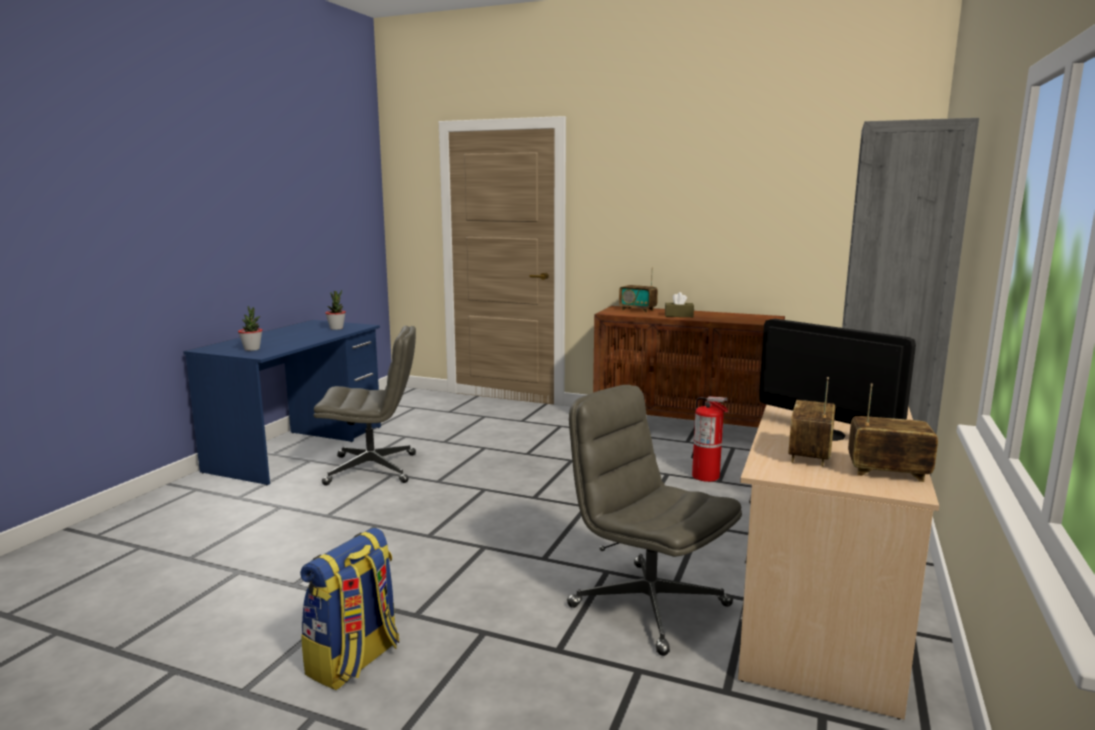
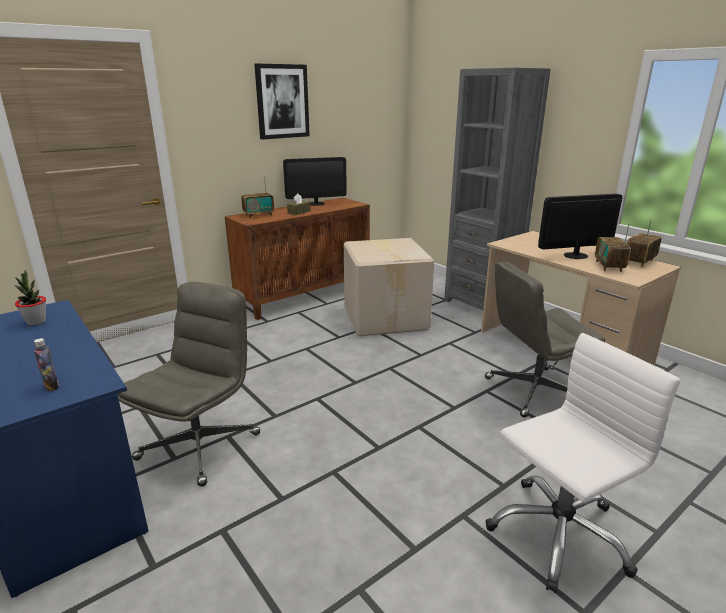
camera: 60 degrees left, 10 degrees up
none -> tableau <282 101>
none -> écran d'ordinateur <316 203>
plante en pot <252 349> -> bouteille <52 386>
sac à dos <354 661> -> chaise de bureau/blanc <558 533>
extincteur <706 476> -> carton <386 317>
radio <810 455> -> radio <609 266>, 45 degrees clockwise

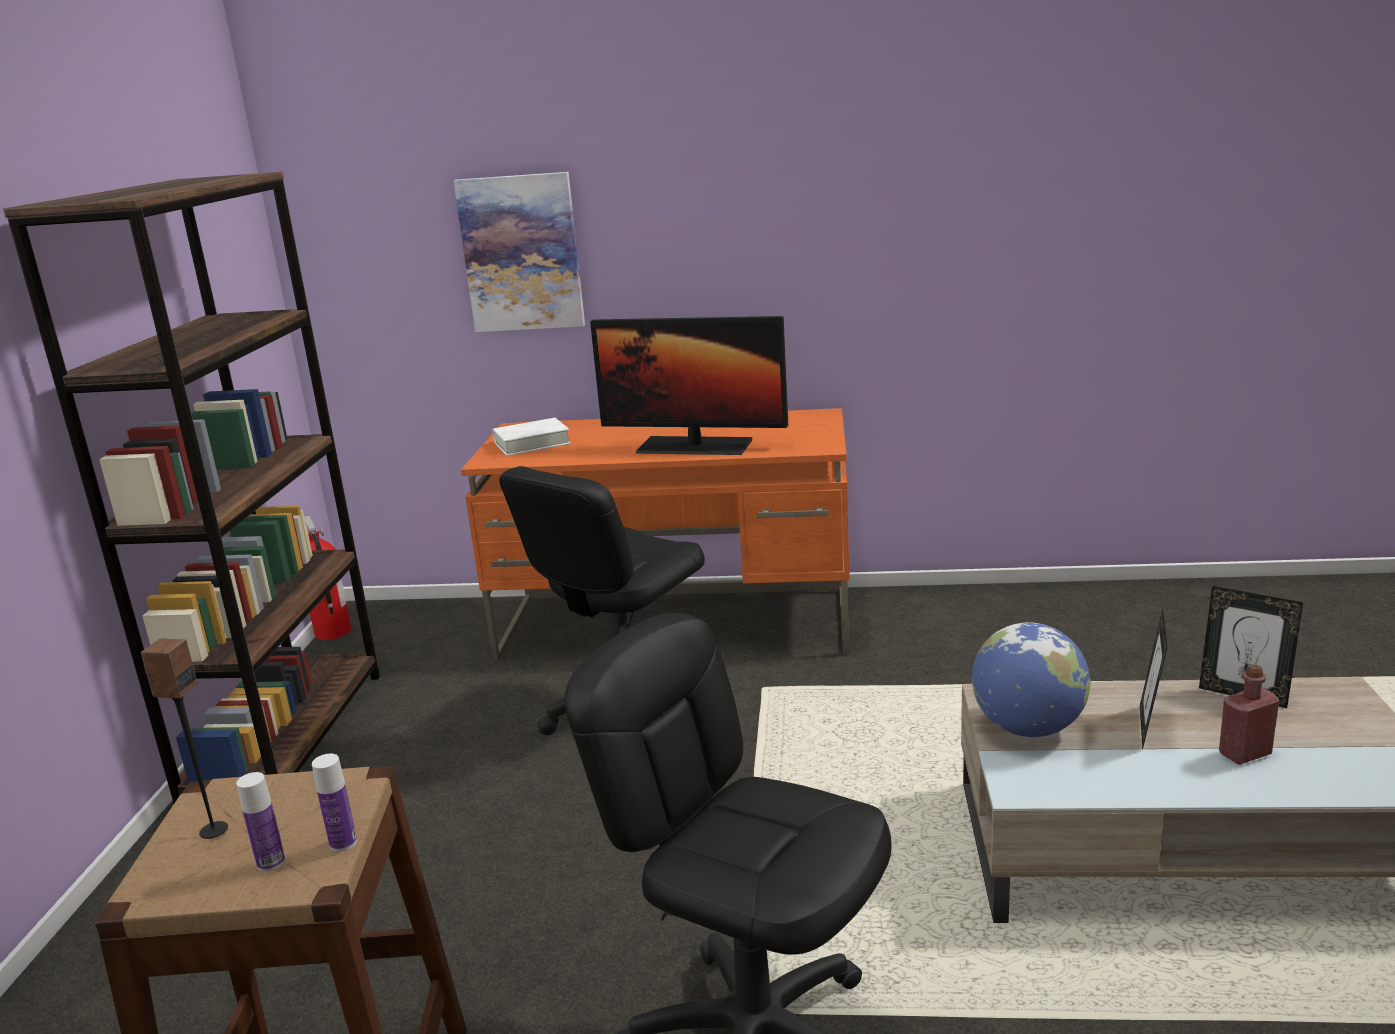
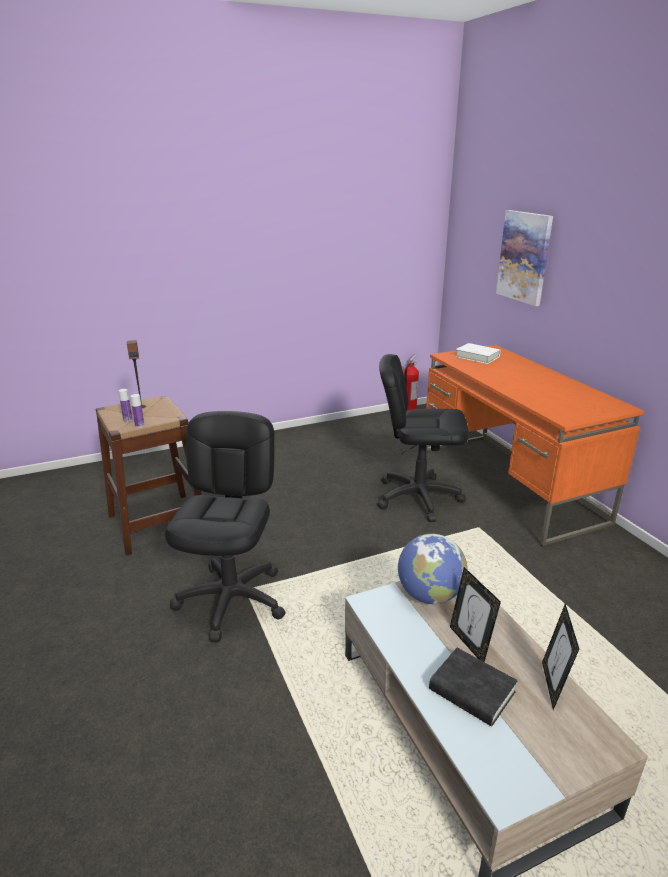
camera: 60 degrees right, 5 degrees up
bibliothèque/marron <288 738> -> none
écran d'ordinateur <694 446> -> none
bouteille/rouge <1244 754> -> livre/noir <471 691>
cadre photo <1148 727> -> cadre photo <469 643>, 105 degrees counterclockwise

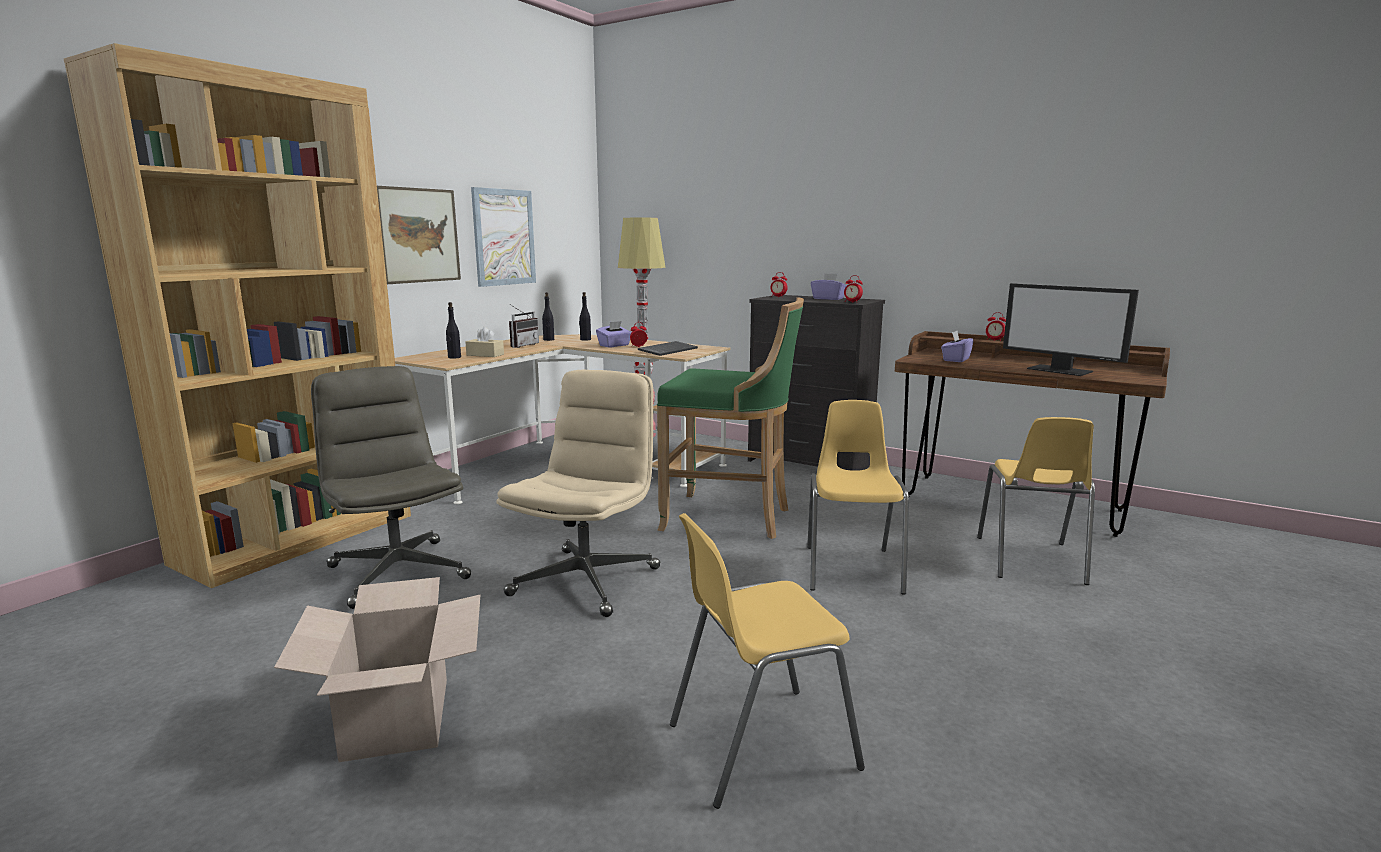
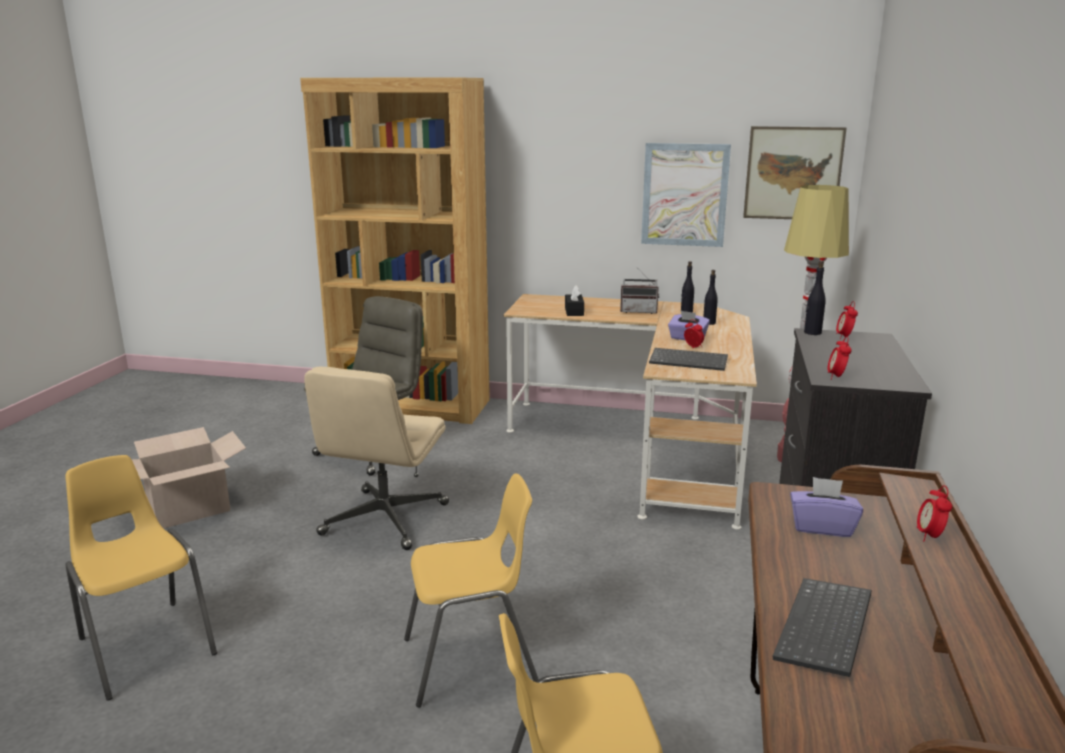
camera: 70 degrees right, 5 degrees up
tabouret/vert <730 518> -> none
boîte à mouchoirs/violet <828 299> -> none
tableau <419 235> -> tableau <793 173>, shifted
bouteille/noir <454 357> -> bouteille/noir <812 332>, shifted
écran d'ordinateur <1060 370> -> clavier <826 630>
boîte à mouchoirs/beige <485 355> -> boîte à mouchoirs/noir <574 311>
chaise de bureau/beige <586 580> -> chaise de bureau/beige <384 520>, 105 degrees clockwise

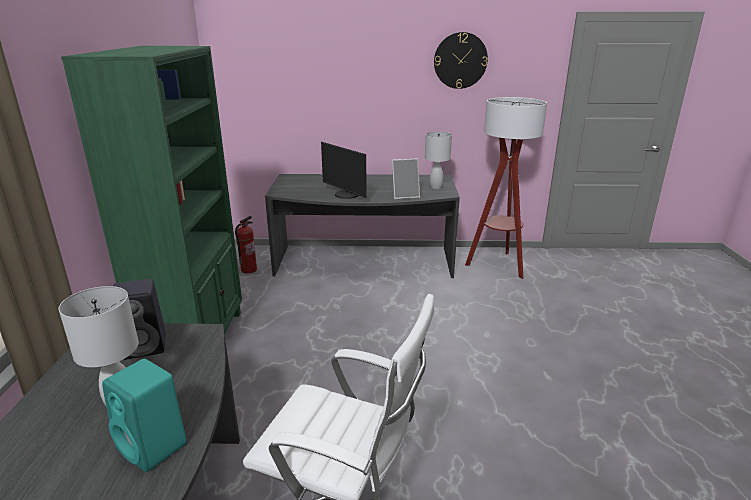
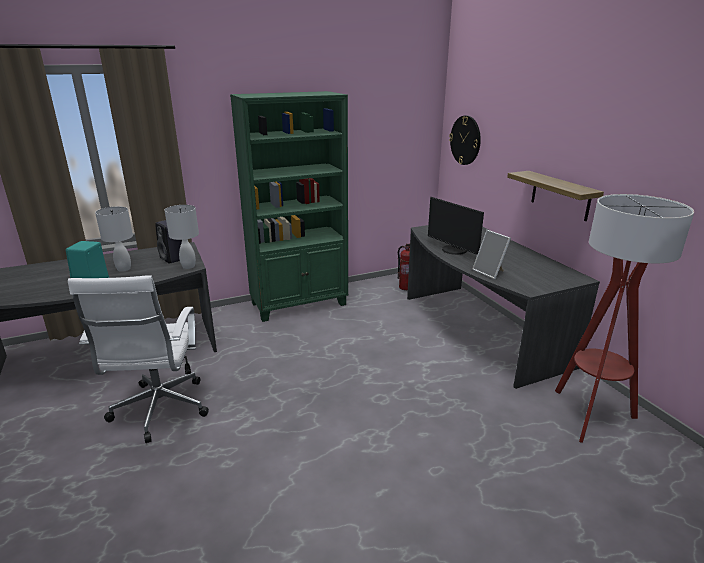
camera: 65 degrees right, 0 degrees up
none -> étagère <560 195>
lampe de table/blanc <435 187> -> lampe de table/blanc <189 266>, shifted
horloge murale <460 60> -> horloge murale <465 140>, shifted
écran d'ordinateur <346 195> -> écran d'ordinateur <453 250>, 60 degrees counterclockwise

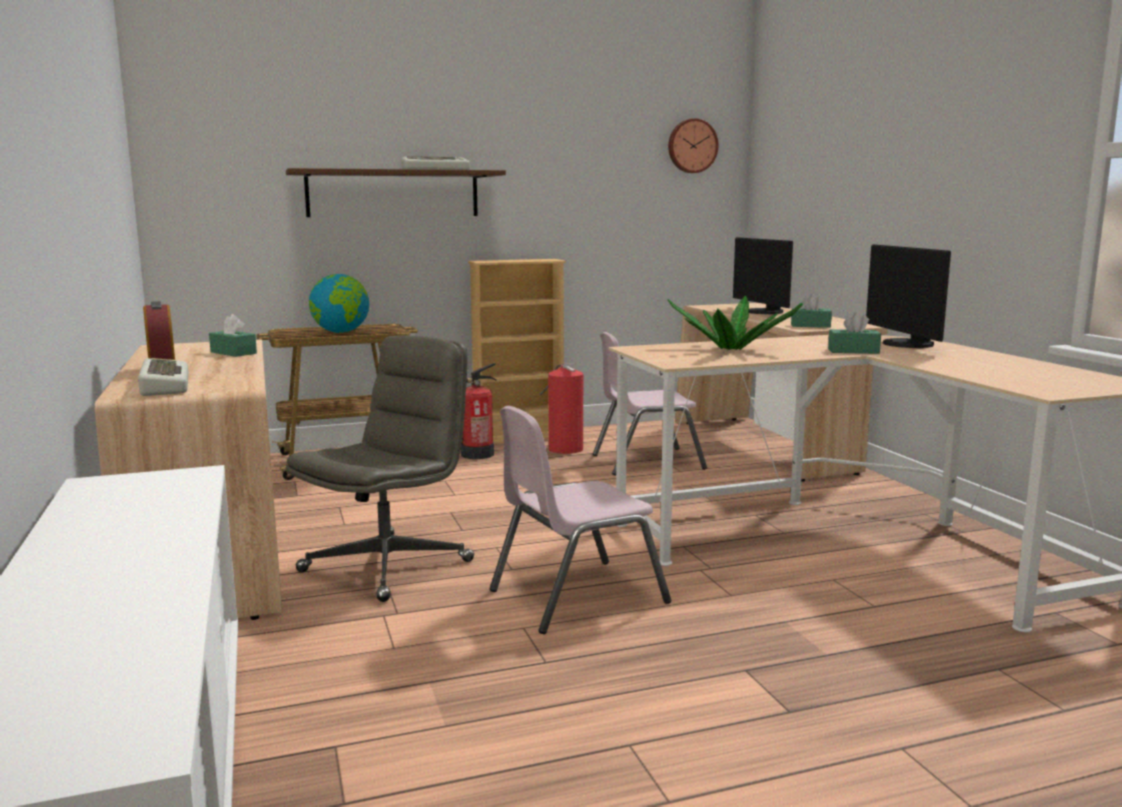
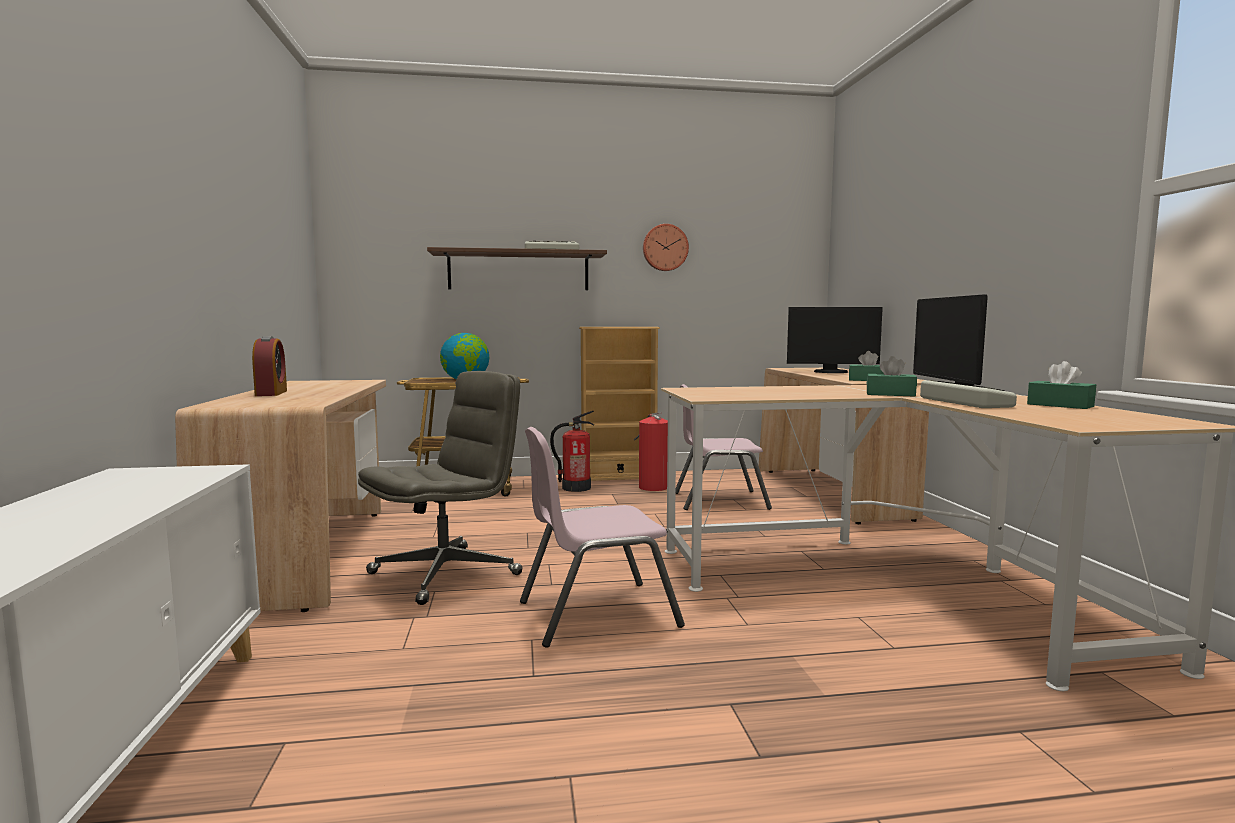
camera: 10 degrees right, 5 degrees down
plante en pot <731 349> -> none
clavier <162 385> -> clavier <962 402>, shifted
boîte à mouchoirs/vert <233 353> -> boîte à mouchoirs/vert <1060 405>, shifted
horloge murale <692 146> -> horloge murale <665 247>, shifted
écran d'ordinateur <762 312> -> écran d'ordinateur <831 372>, 75 degrees counterclockwise

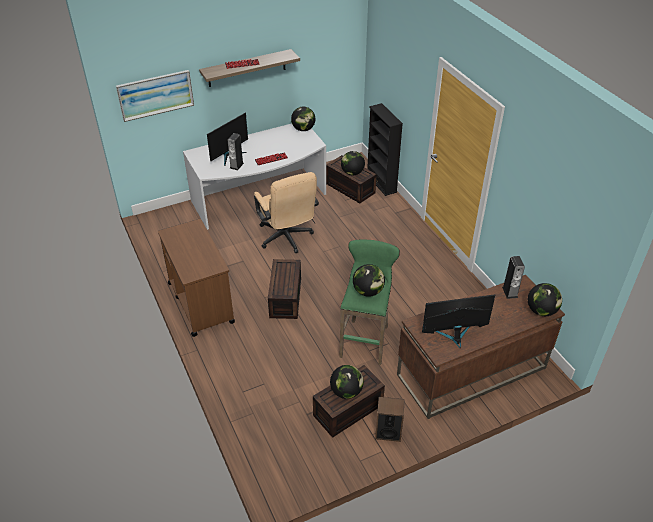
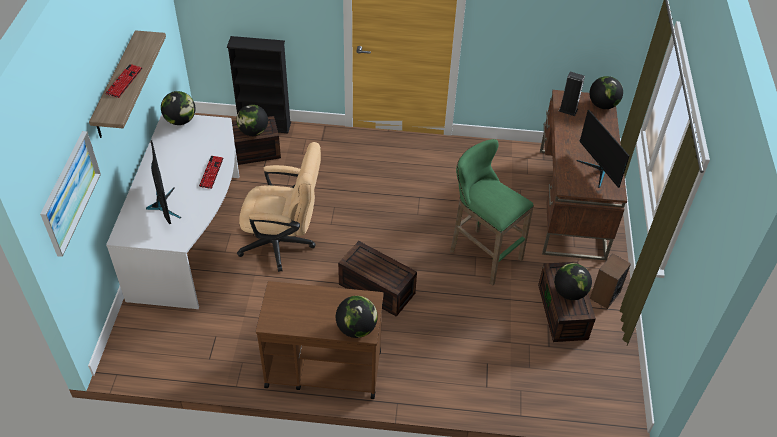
camera: 60 degrees left, 5 degrees up
enceinte <236 165> -> none
globe <368 291> -> globe <356 328>, shifted
écran d'ordinateur <454 335> -> écran d'ordinateur <598 170>, 45 degrees counterclockwise

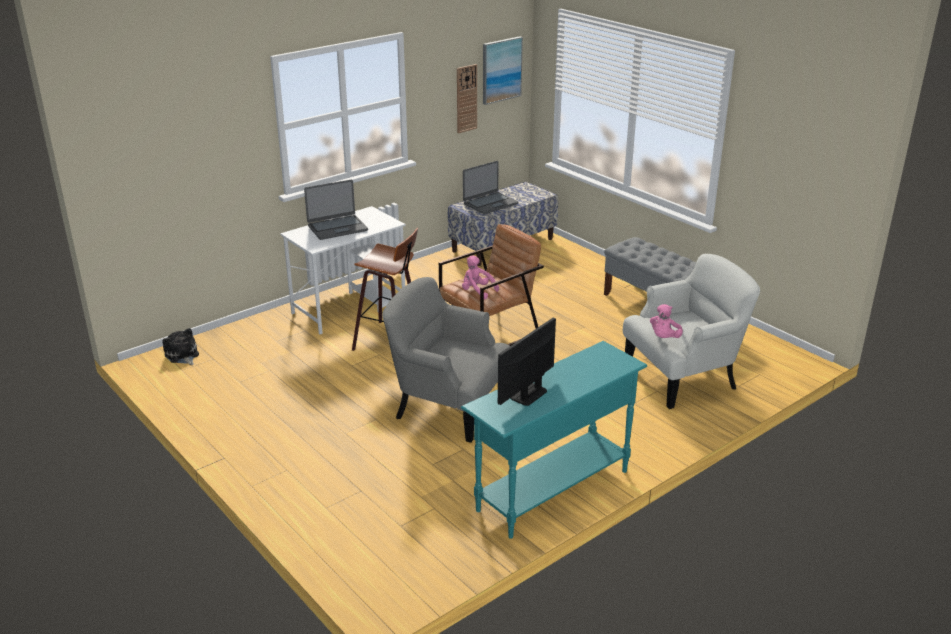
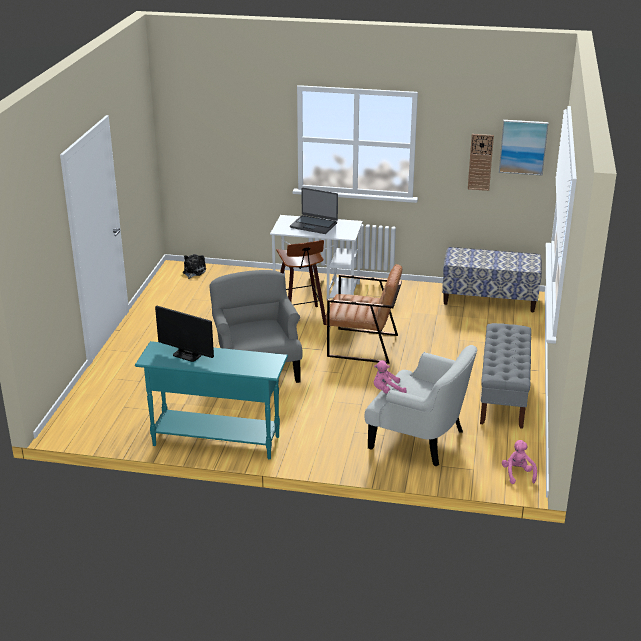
camera: 50 degrees right, 0 degrees up
ordinateur portable <490 203> -> none
peluche/rose <477 291> -> peluche/rose <518 474>, shifted
écran d'ordinateur <528 394> -> écran d'ordinateur <187 355>, 150 degrees counterclockwise

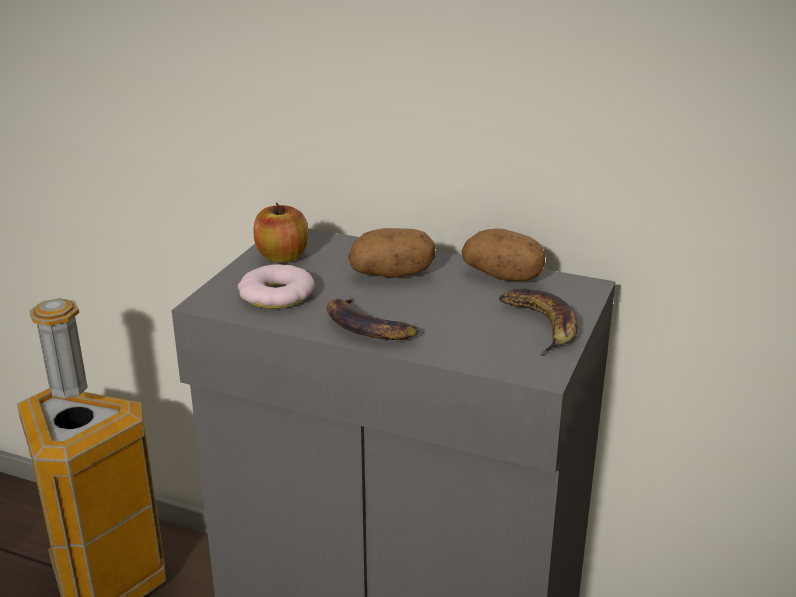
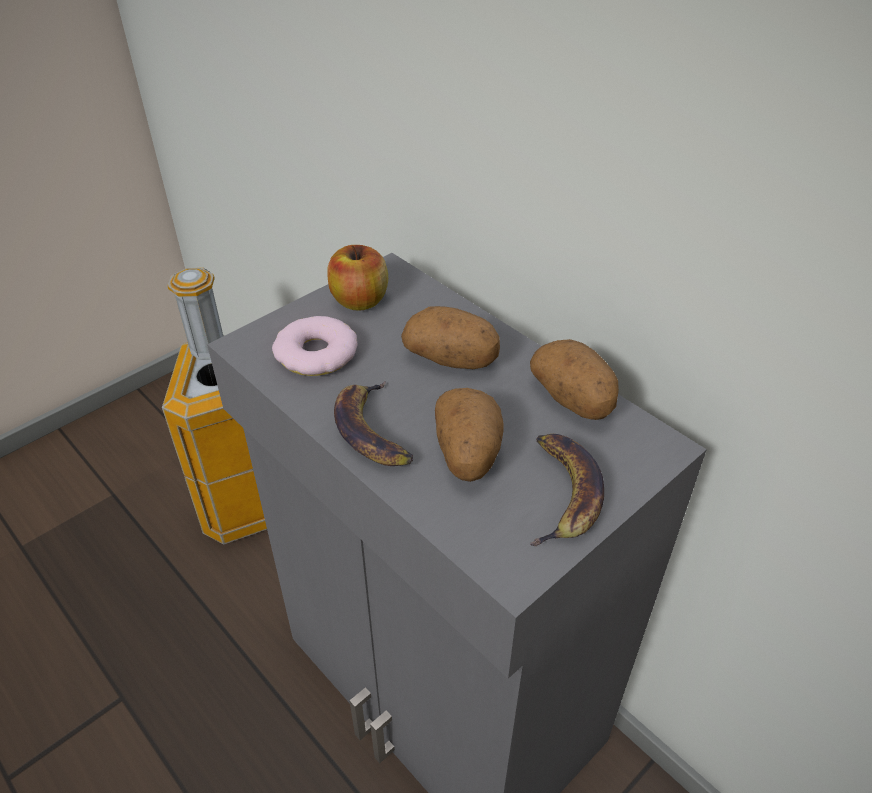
camera: 25 degrees right, 15 degrees up
none -> pomme de terre <467 454>

